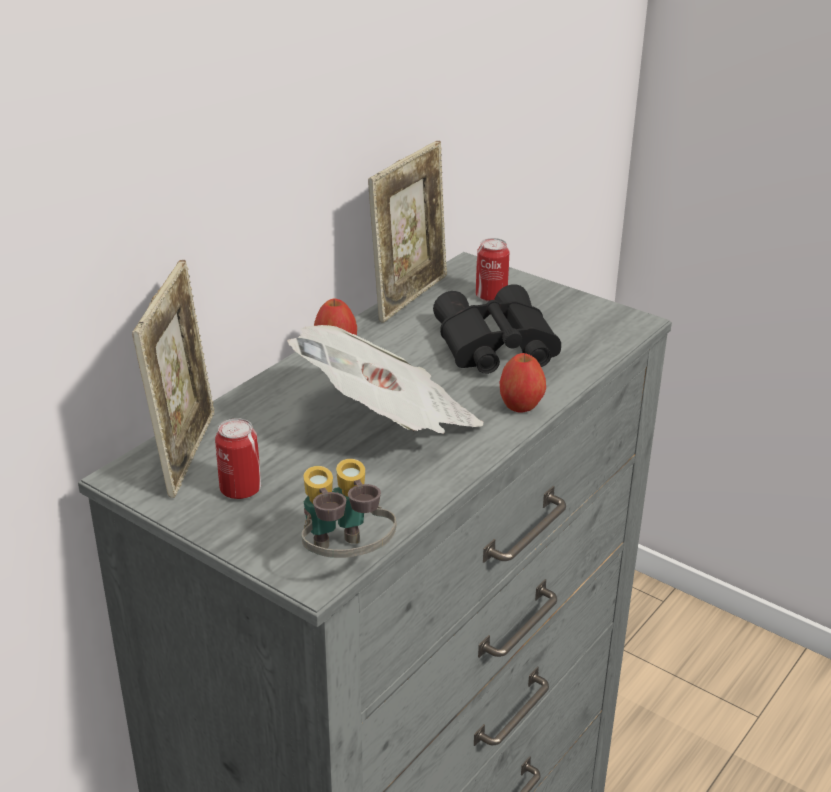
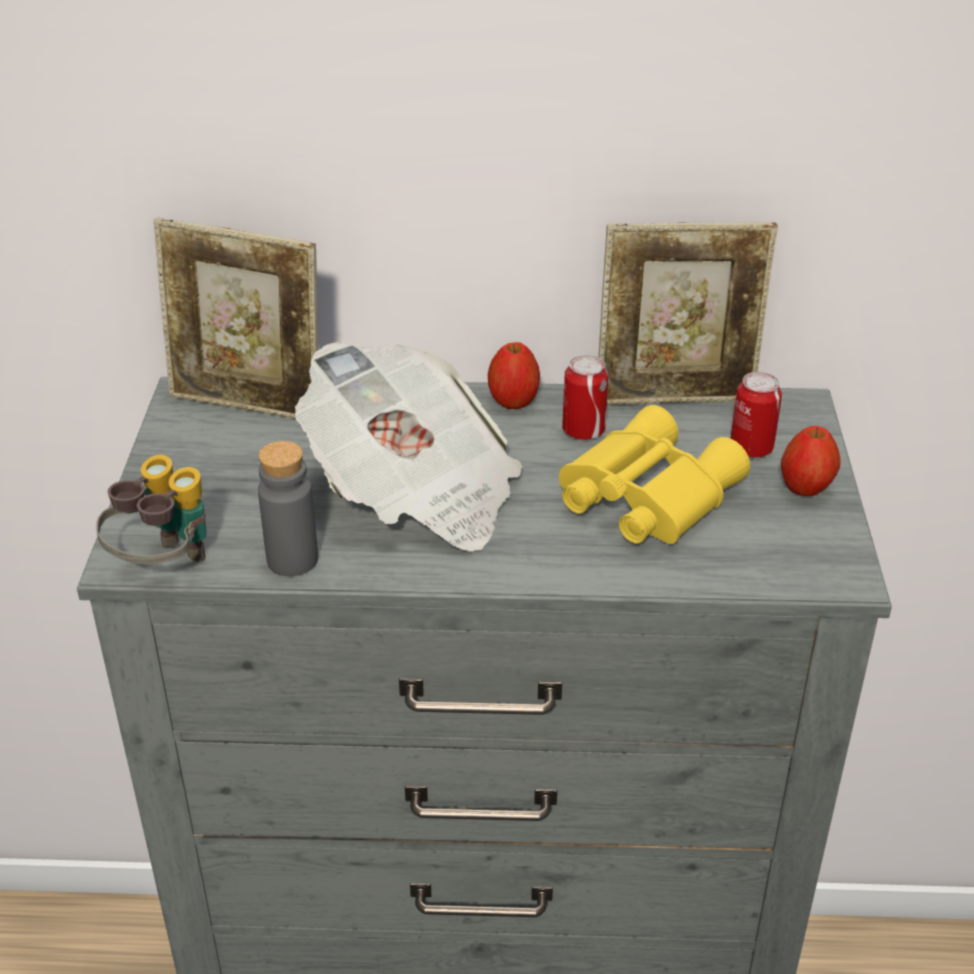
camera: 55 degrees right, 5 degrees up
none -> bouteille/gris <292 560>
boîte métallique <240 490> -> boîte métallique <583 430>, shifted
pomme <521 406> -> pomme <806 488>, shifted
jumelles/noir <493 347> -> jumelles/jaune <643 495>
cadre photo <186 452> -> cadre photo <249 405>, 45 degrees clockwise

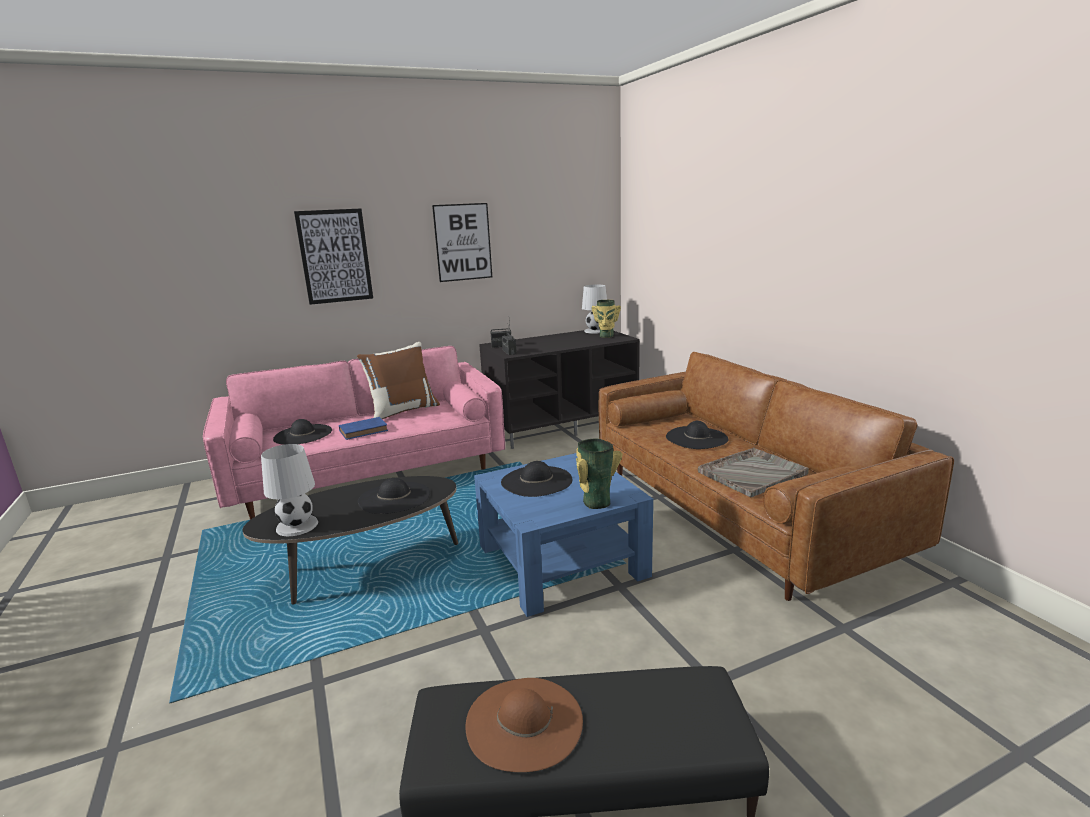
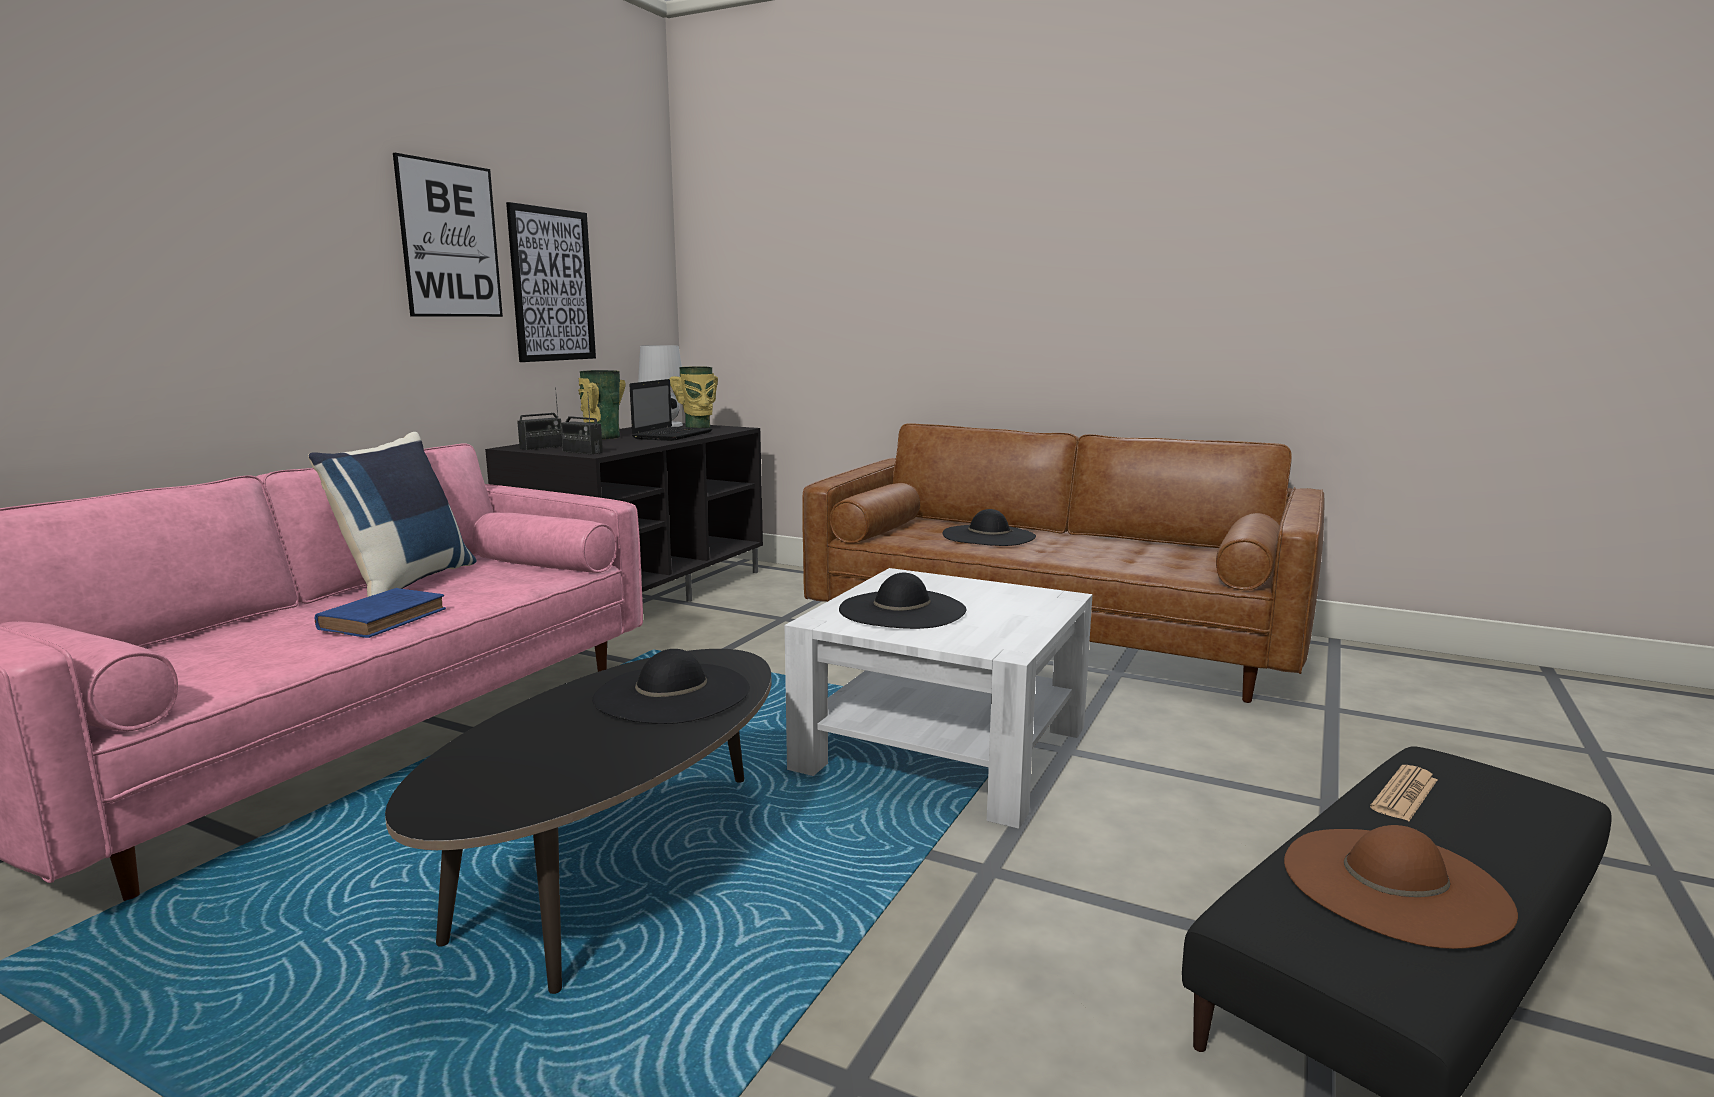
camera: 40 degrees left, 5 degrees down
lampe de table/blanc <297 526> -> none
chapeau/noir <303 434> -> none
plateau/gris <753 473> -> none
none -> ordinateur portable <673 435>
none -> journal <1404 794>
tableau <335 256> -> tableau <552 285>, shifted
vase <595 501> -> vase <602 437>, shifted
coussin/marron <403 411> -> coussin/bleu <406 581>
table basse/bleu <561 561> -> table basse/blanc <943 748>

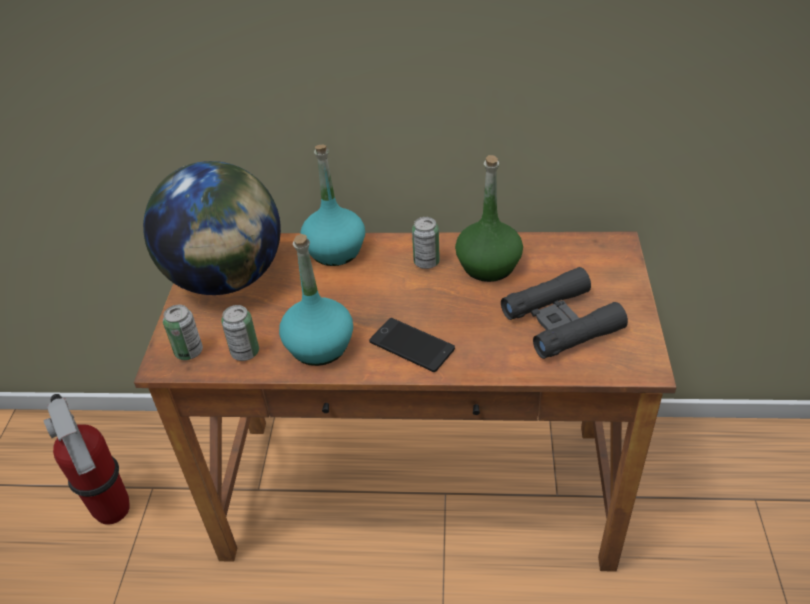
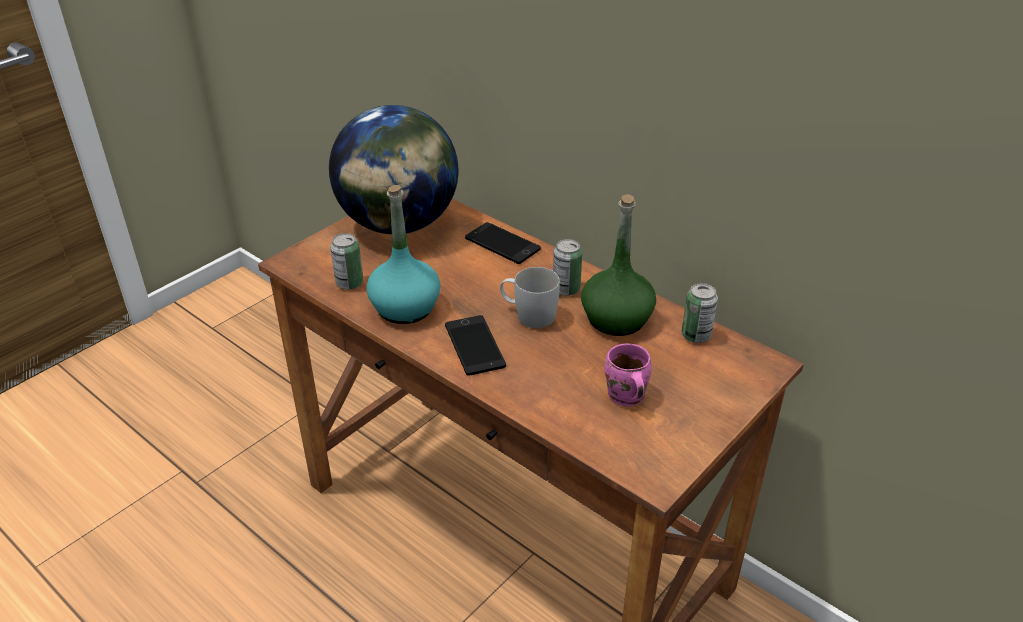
camera: 35 degrees right, 5 degrees down
extincteur <113 511> -> none
none -> mug/blanc <528 315>
boîte métallique <189 352> -> boîte métallique <696 335>, shifted
bouteille/turquoise <335 251> -> téléphone <502 244>
jumelles/noir <561 321> -> mug/rose <624 398>

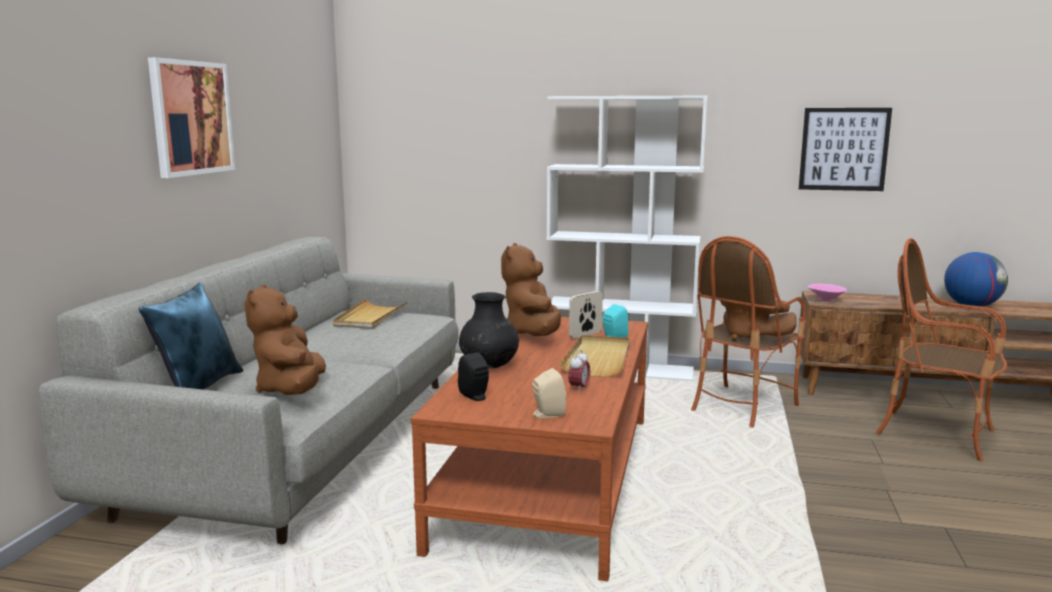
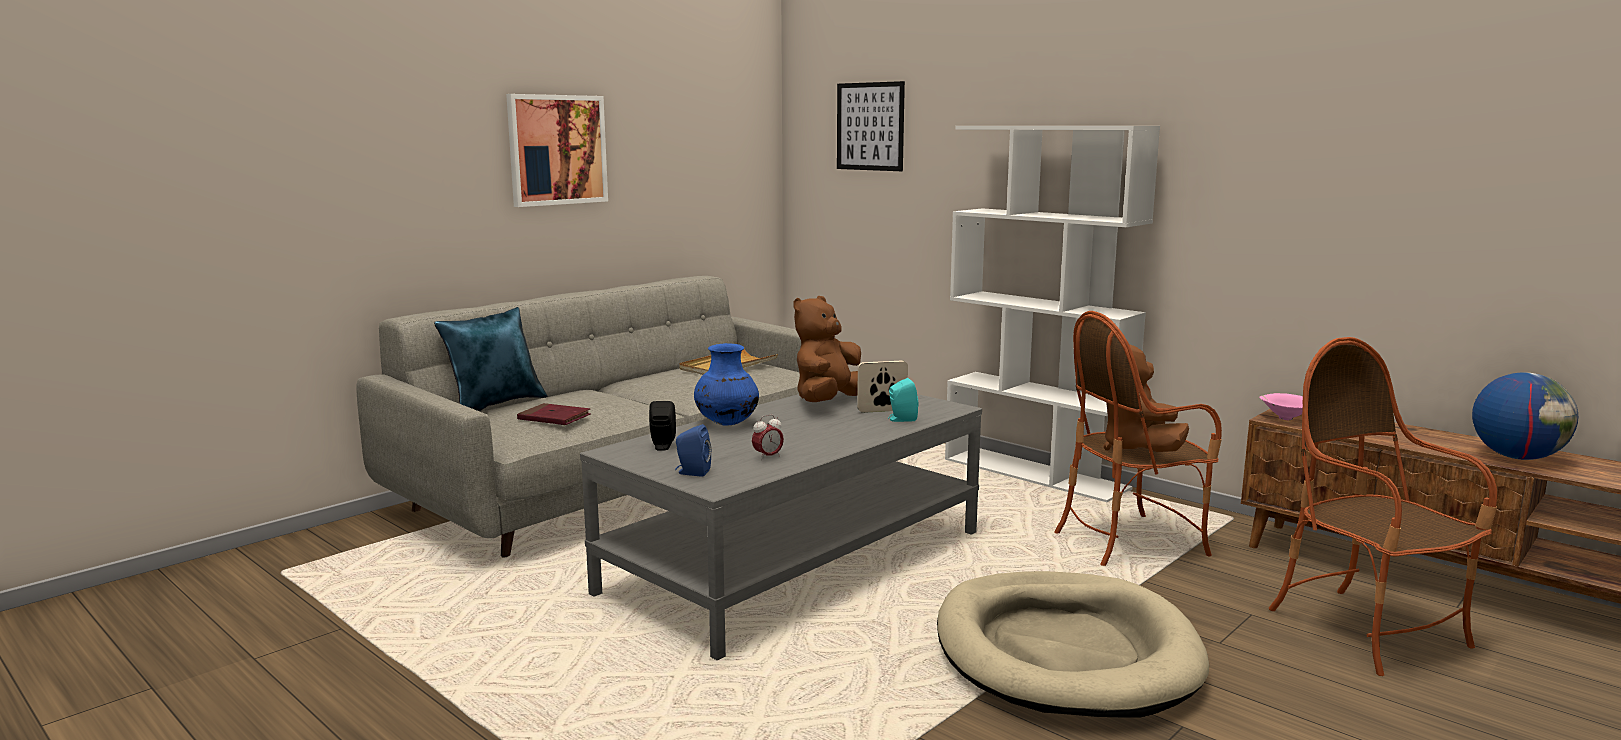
camera: 30 degrees right, 0 degrees up
plateau/beige <598 359> -> none
none -> panier pour chien/beige <1064 652>
tableau <844 149> -> tableau <870 126>, shifted
peluche/marron <291 390> -> livre/rouge <554 418>
table basse/marron <550 477> -> table basse/gris <797 561>
vase/noir <489 366> -> vase/bleu <726 423>
enceinte/beige <547 415> -> enceinte/bleu <692 472>

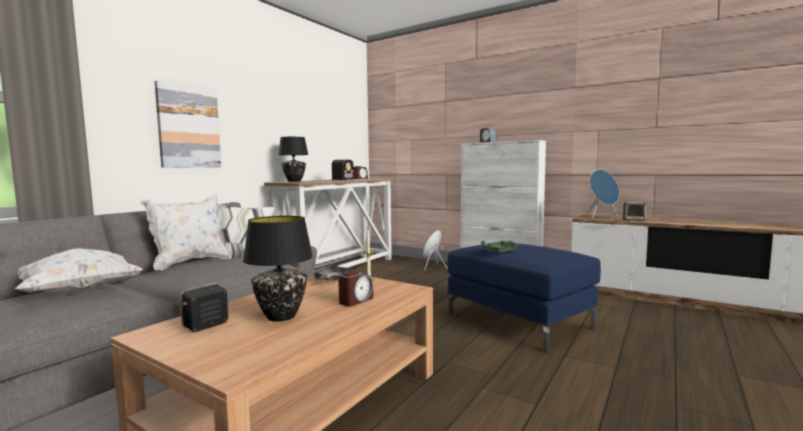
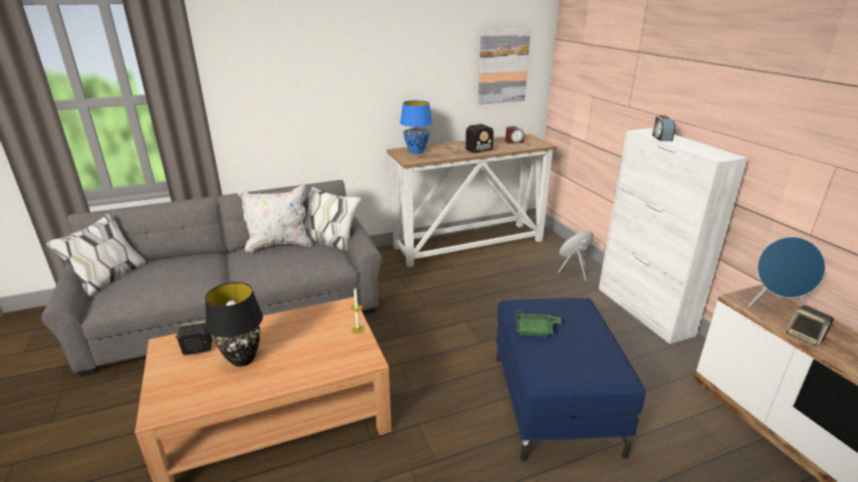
camera: 35 degrees right, 20 degrees up
coussin/blanc <79 291> -> none
plateau/gris <332 279> -> none
réveil <355 301> -> none
tableau <188 127> -> tableau <502 66>, shifted
lampe de table/noir <294 181> -> lampe de table/bleu <417 151>

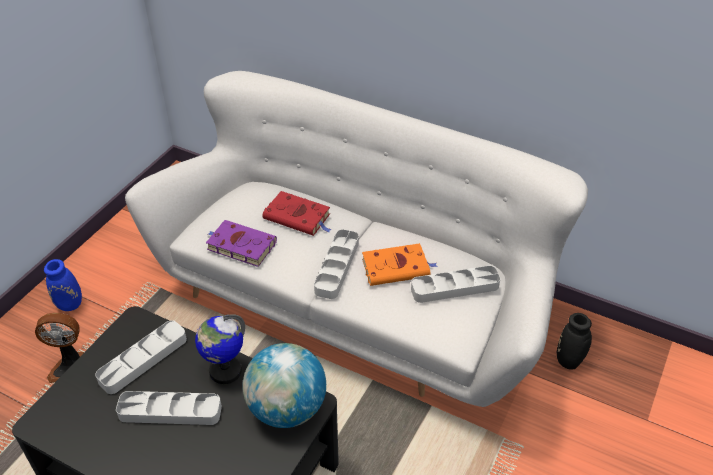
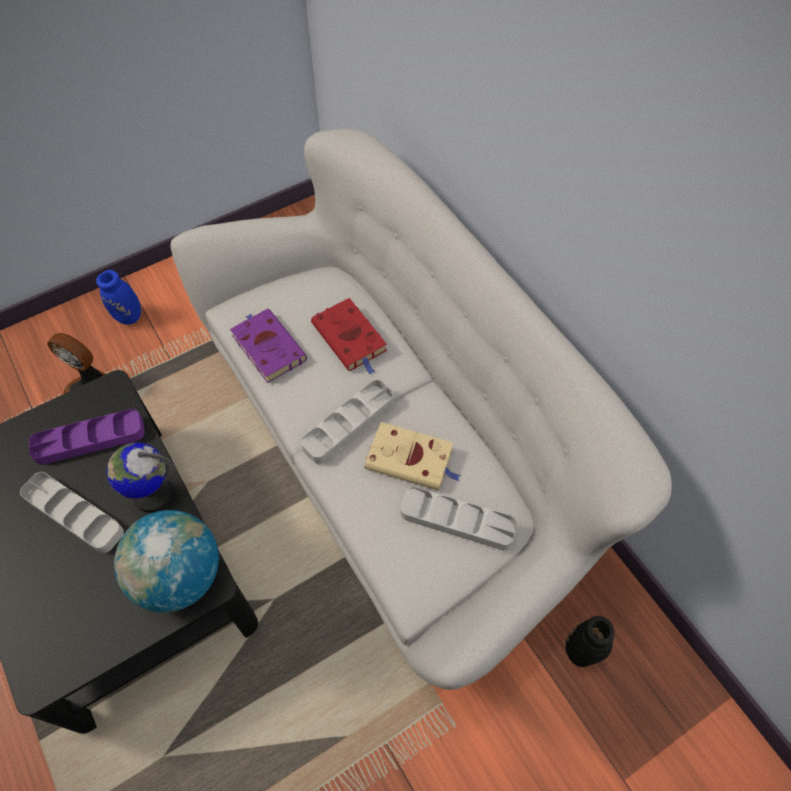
camera: 30 degrees right, 15 degrees up
plateau/gris <143 360> -> plateau/violet <90 439>
livre/orange <397 268> -> livre/beige <412 459>

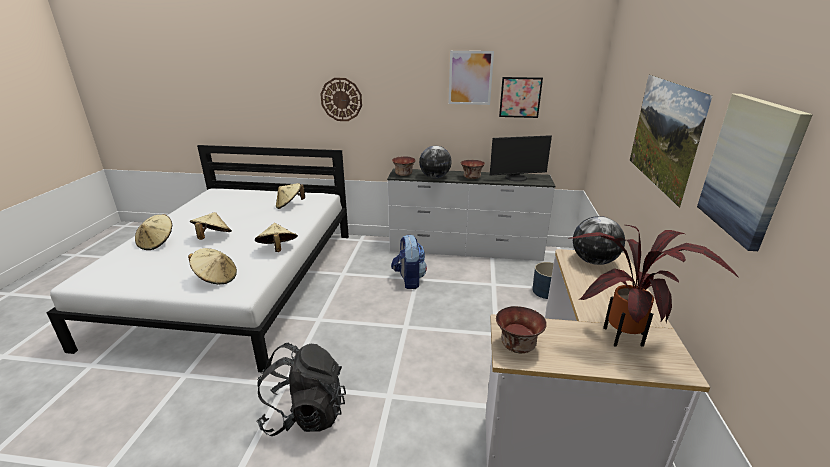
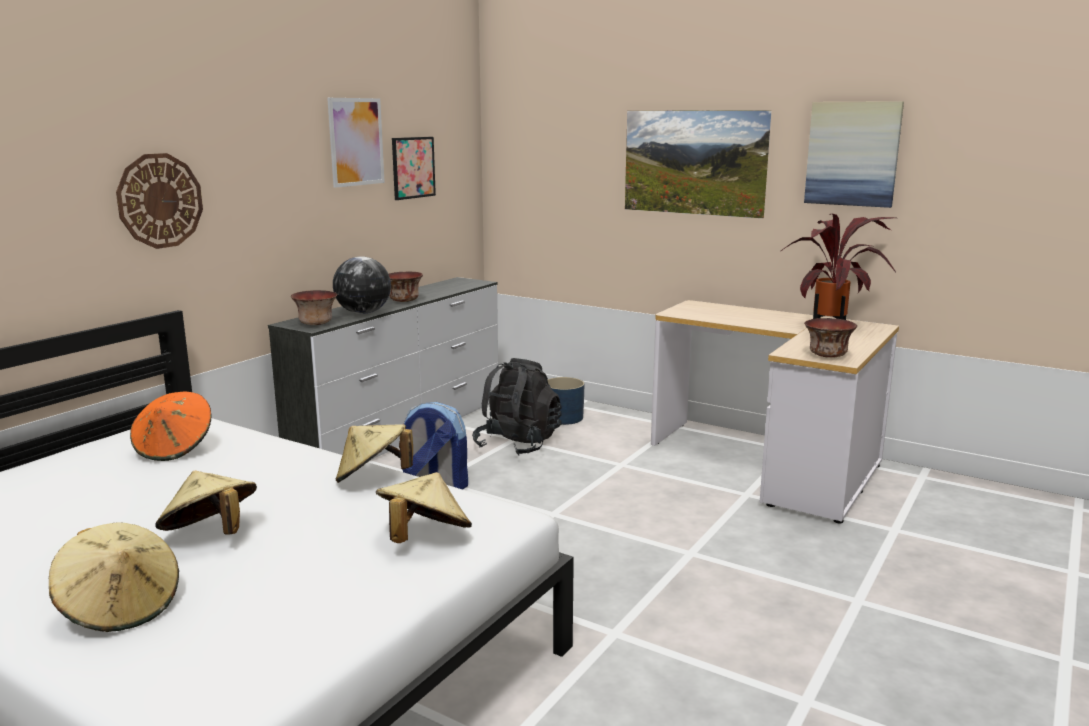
camera: 65 degrees left, 10 degrees down
écran d'ordinateur <516 178> -> none
globe <594 261> -> none
sac à dos/noir <305 414> -> sac à dos/noir <518 444>, shifted
chapeau/beige <289 205> -> chapeau/orange <175 449>

